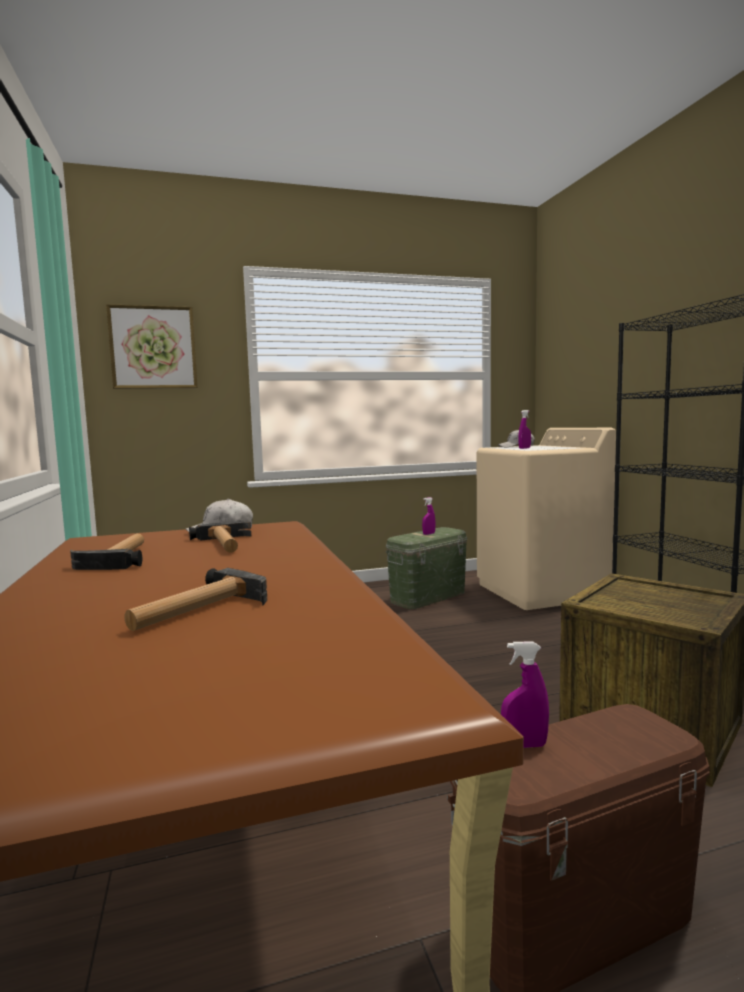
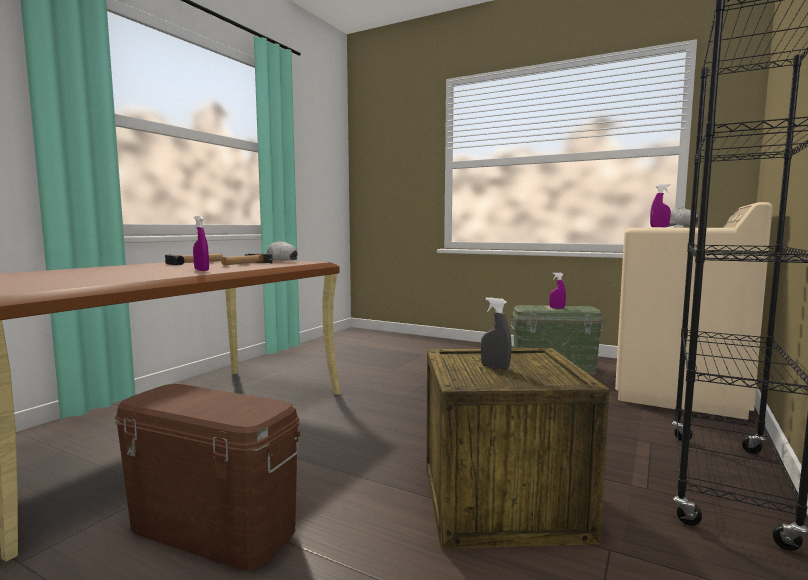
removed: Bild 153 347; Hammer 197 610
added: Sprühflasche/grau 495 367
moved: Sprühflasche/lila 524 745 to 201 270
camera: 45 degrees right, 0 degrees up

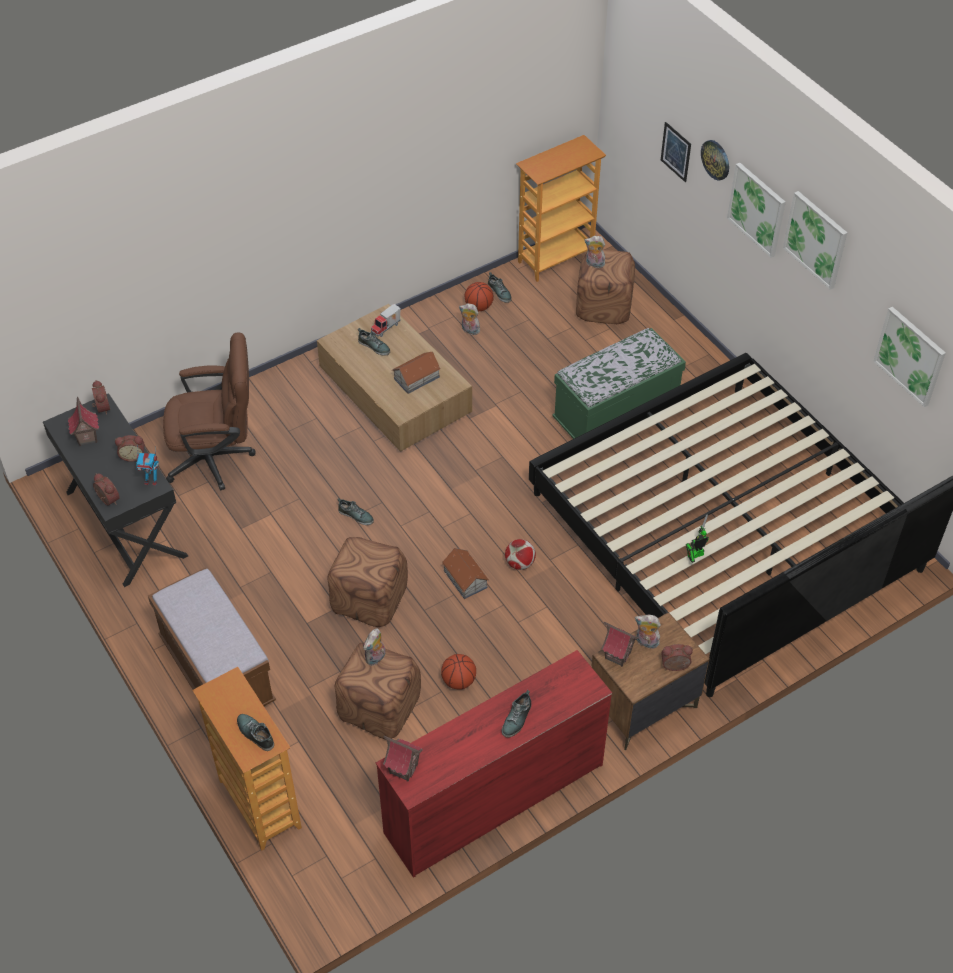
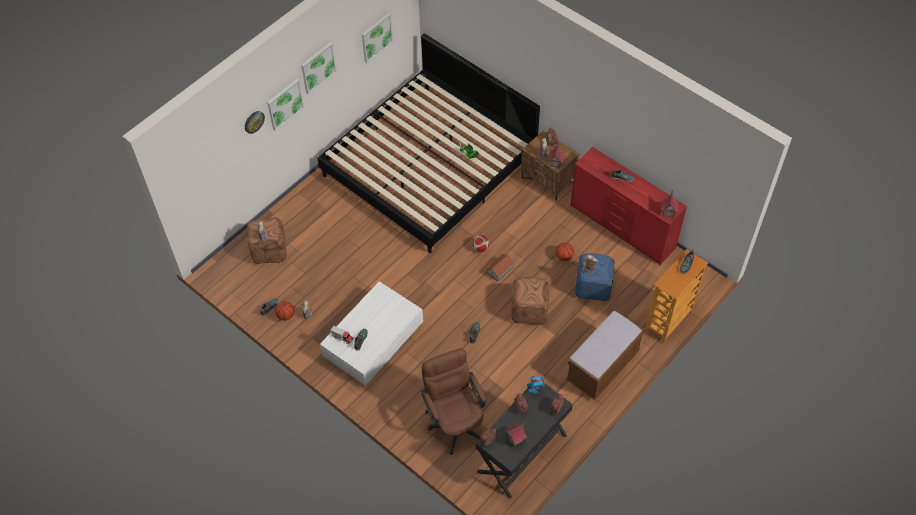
removed: Spielzeughaus 417 378; Bücherregal 555 258; Bank/grün 615 415; Bild 676 151
recoloured: Couchtisch/braun 395 394 to Couchtisch/weiß 373 340; Polsterhocker/braun 379 706 to Polsterhocker/blau 592 286
camera: 105 degrees left, 5 degrees up

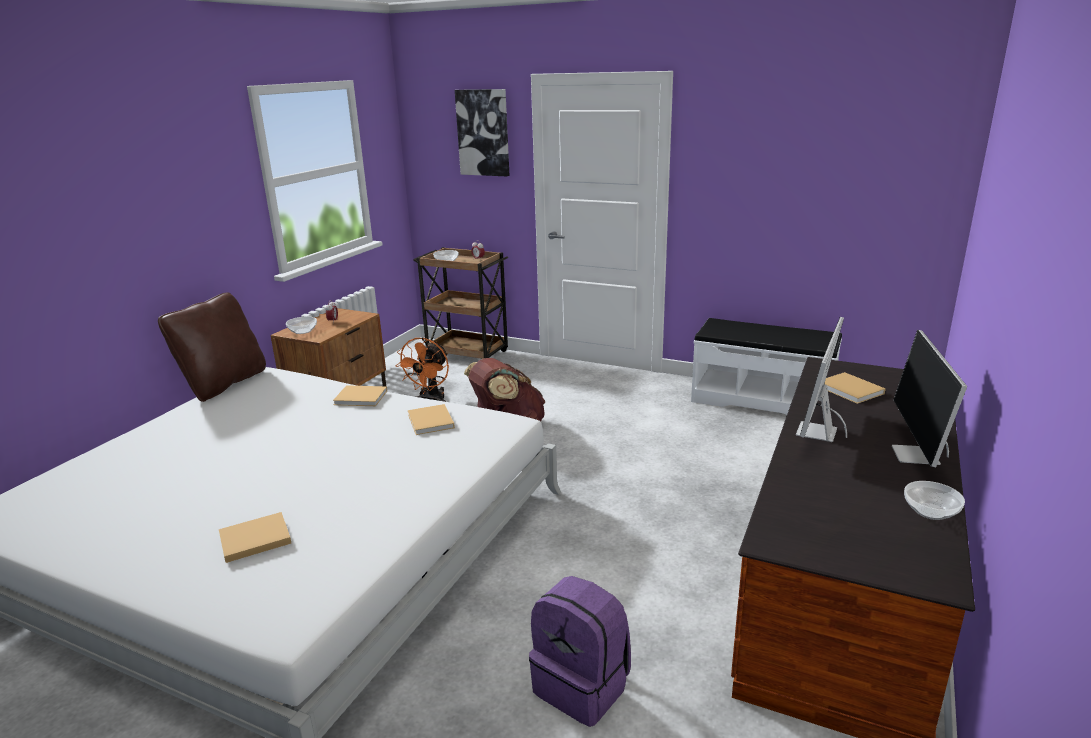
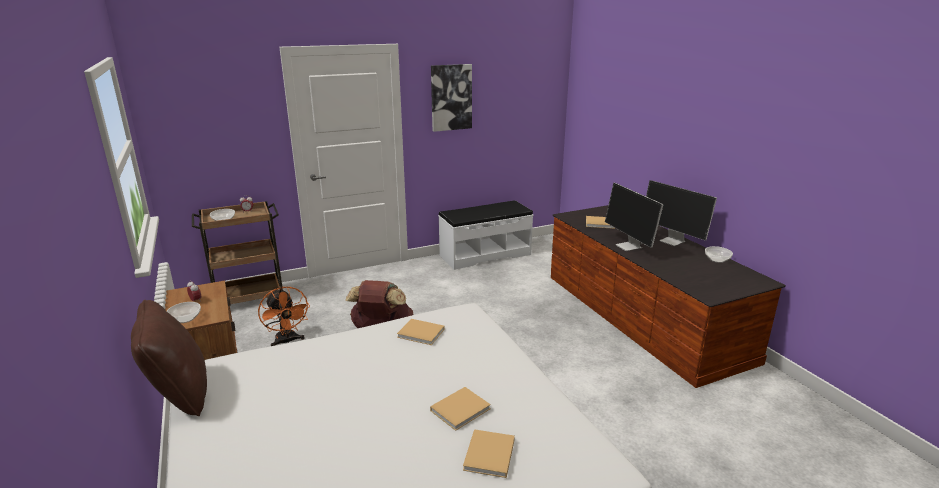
removed: Rucksack/lila 583 686
moved: Buch/beige 362 398 to 461 409; Bild 483 133 to 451 97
camera: 50 degrees left, 0 degrees up

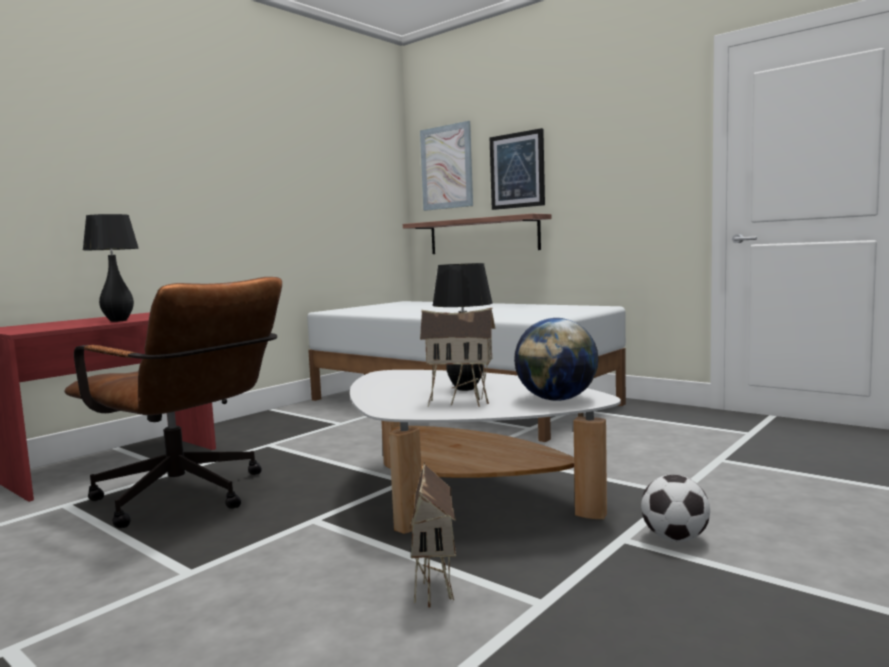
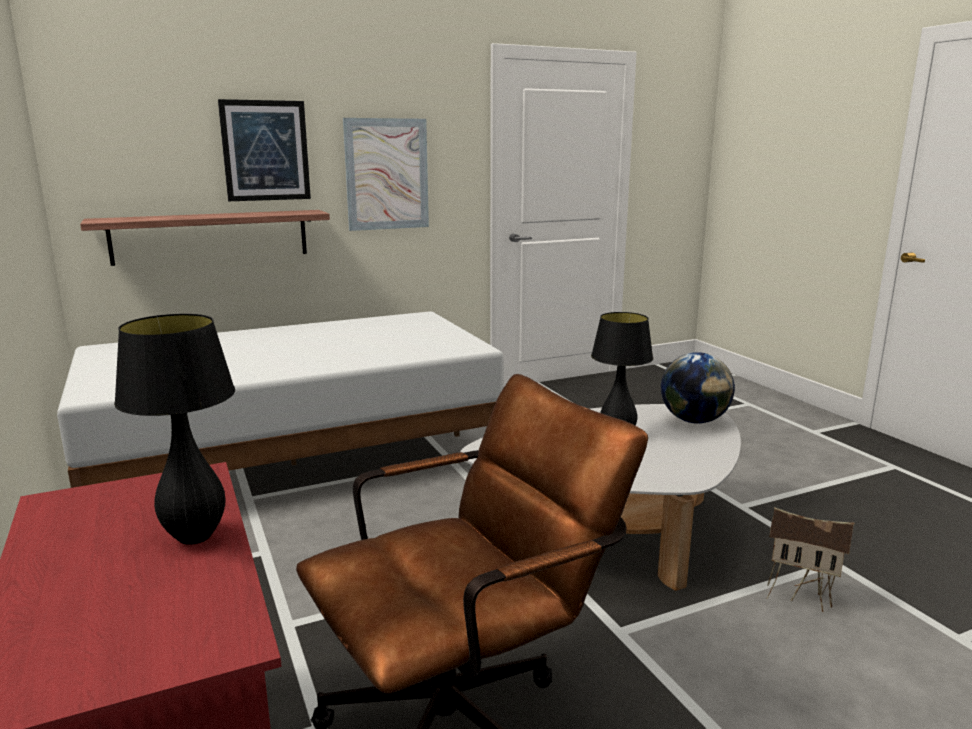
removed: Spielzeughaus 461 402; Fußball 674 538
moved: Bild 446 167 to 387 174
camera: 65 degrees left, 10 degrees up

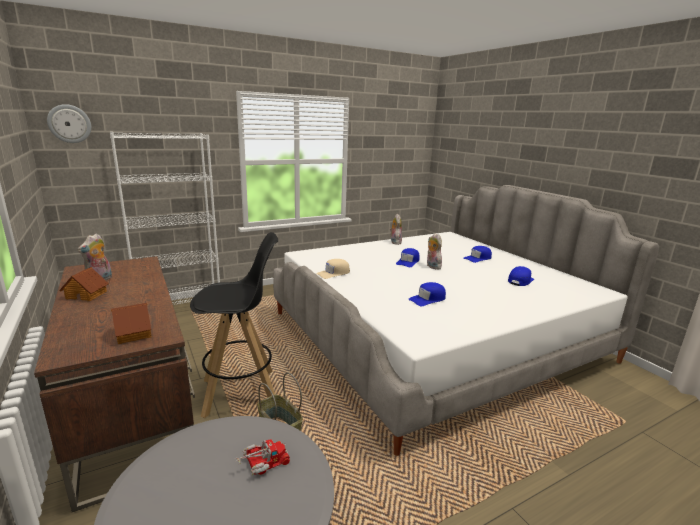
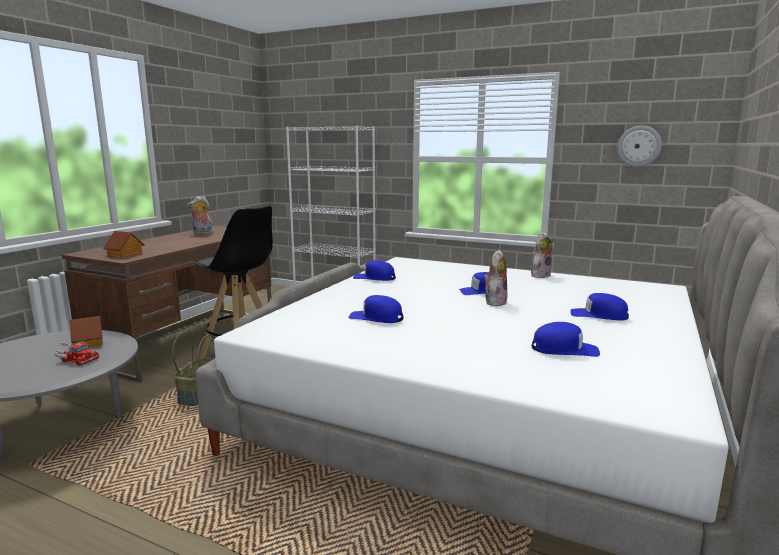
moved: Wanduhr 69 124 to 639 146; Spielzeughaus 87 295 to 89 342
recoloured: Kappe/beige 333 273 to Kappe/blau 374 278
camera: 55 degrees right, 5 degrees down

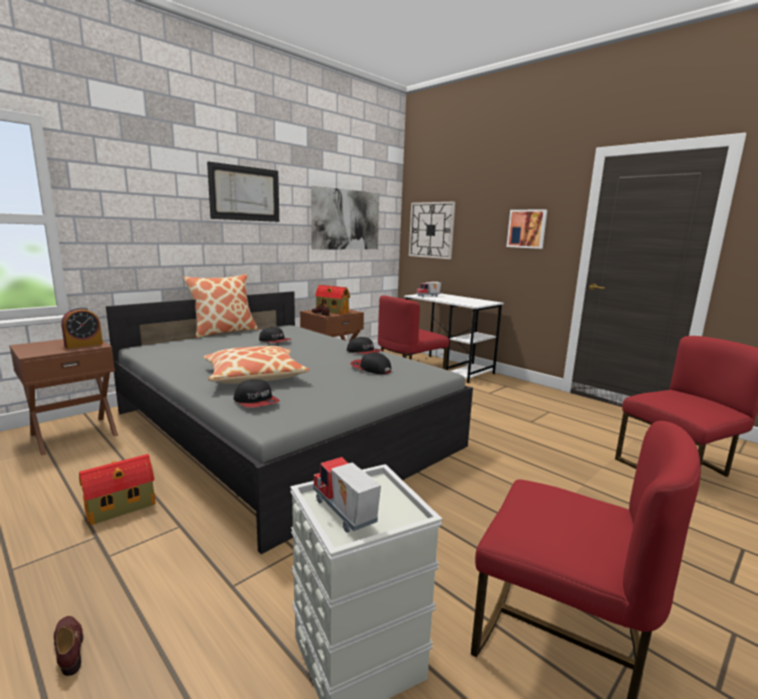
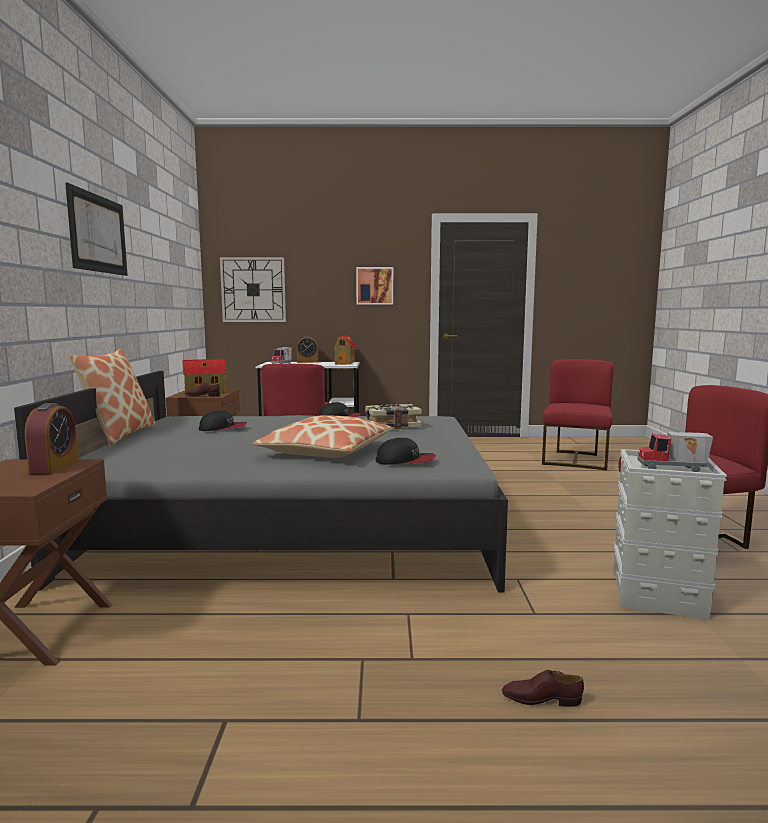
removed: Bild 346 219
added: Wecker 307 362
moved: Spielzeughaus 123 507 to 345 363
replaced: Kappe 370 368 to Buch 392 425
camera: 45 degrees left, 5 degrees down

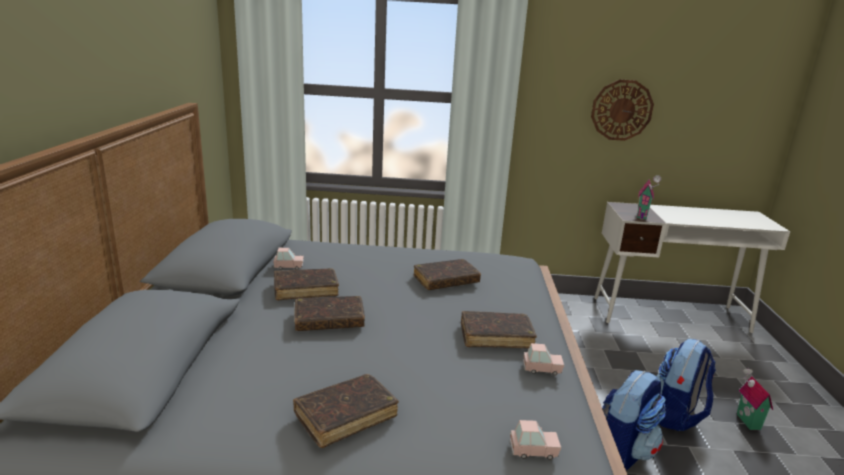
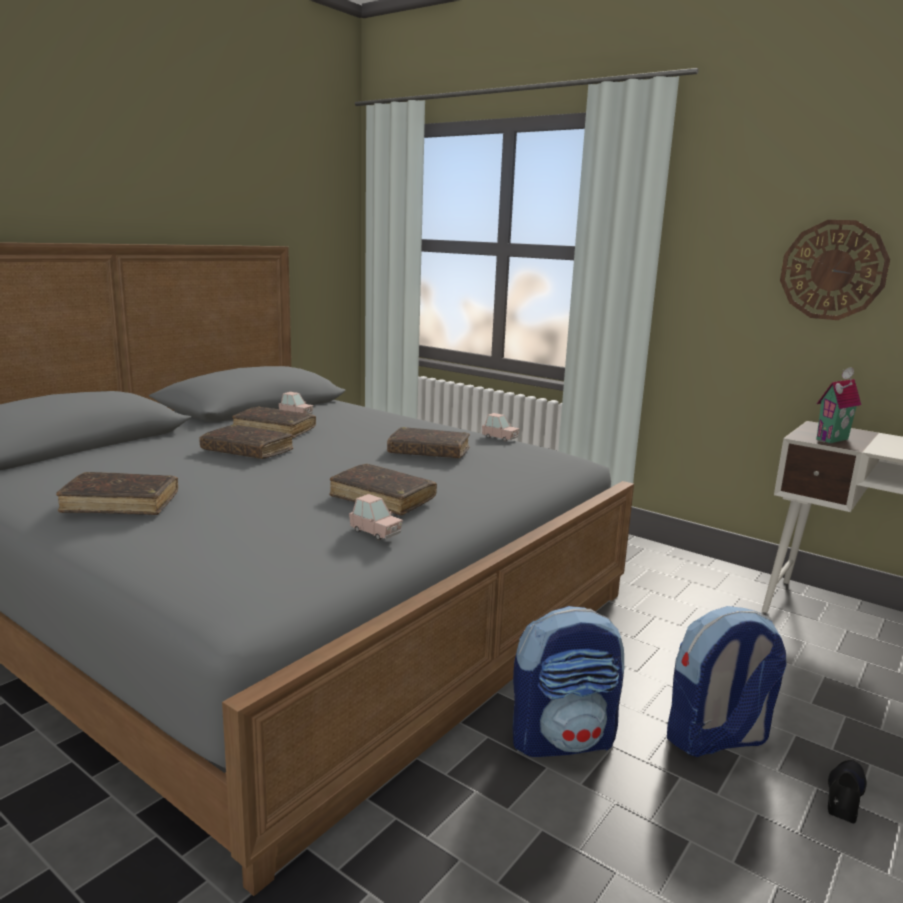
moved: Spielzeugauto/rosa 533 451 to 500 437
replaced: Spielzeughaus 746 421 to Schuh/schwarz 844 796
camera: 35 degrees right, 5 degrees down

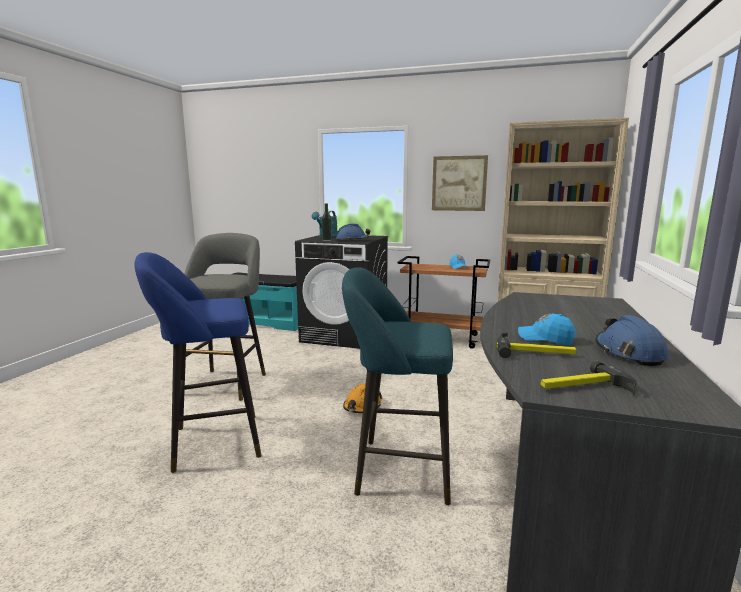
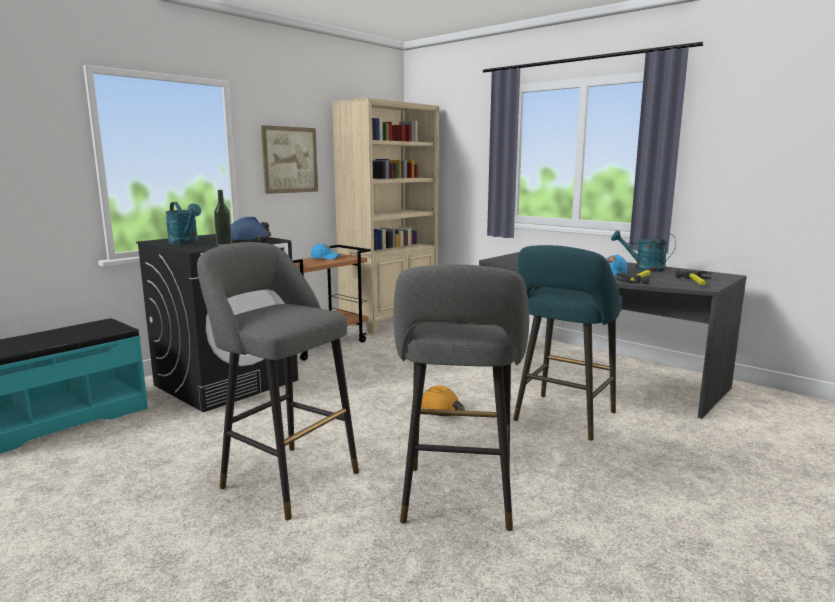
replaced: Schutzhelm/blau 628 352 to Gießkanne/türkis 643 269
recoloured: Hocker/blau 210 442 to Hocker/grau 457 501
camera: 65 degrees left, 0 degrees up

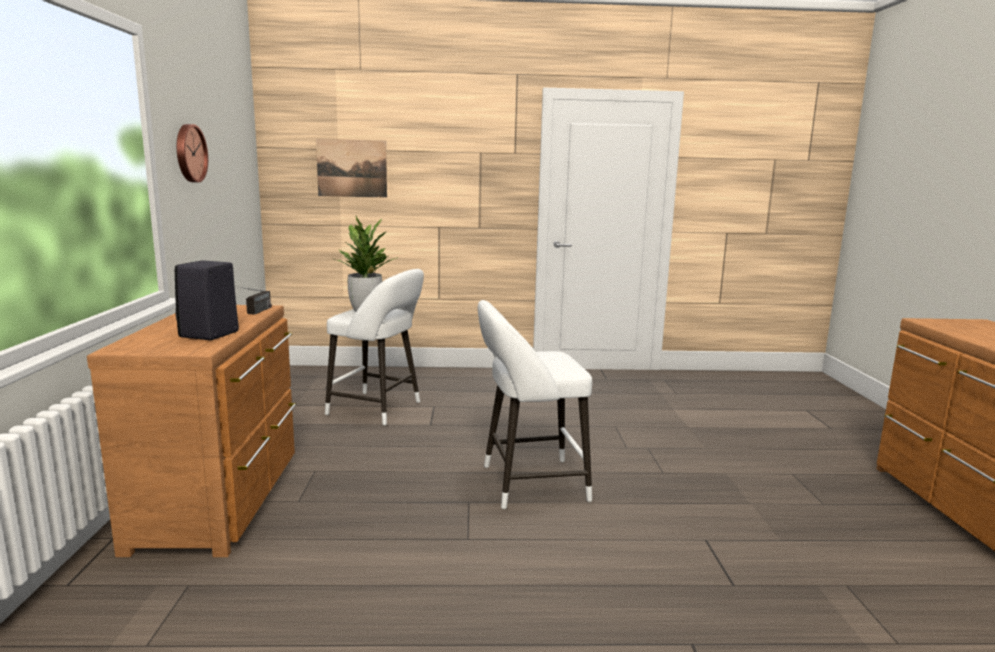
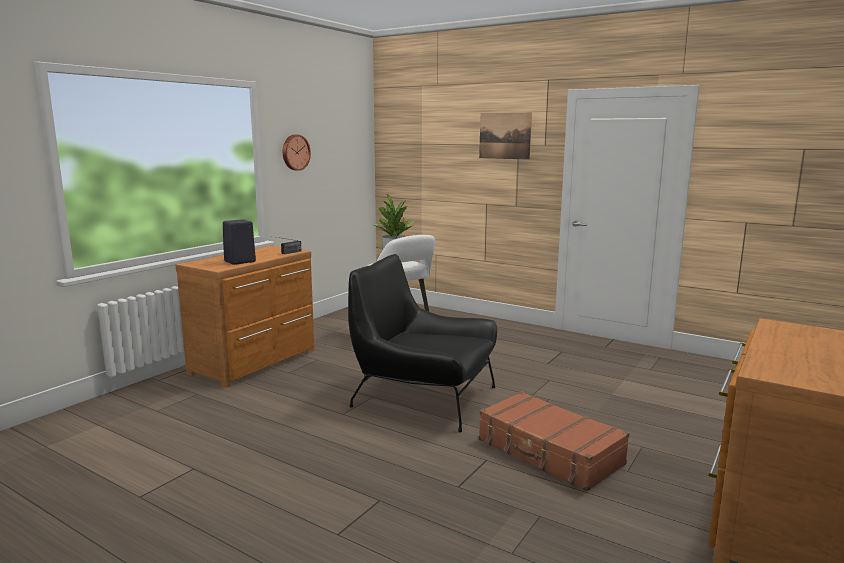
added: Koffer/braun 549 453
moved: Bild 352 168 to 505 136
replaced: Hocker/weiß 527 484 to Sessel/schwarz 423 397
camera: 35 degrees right, 0 degrees up

